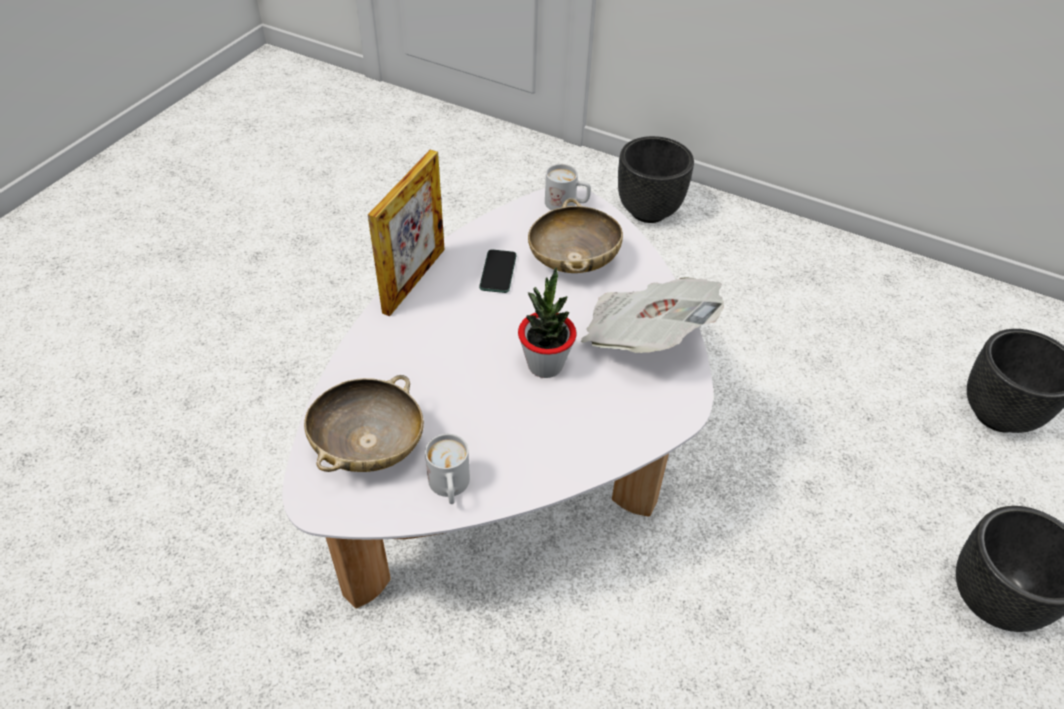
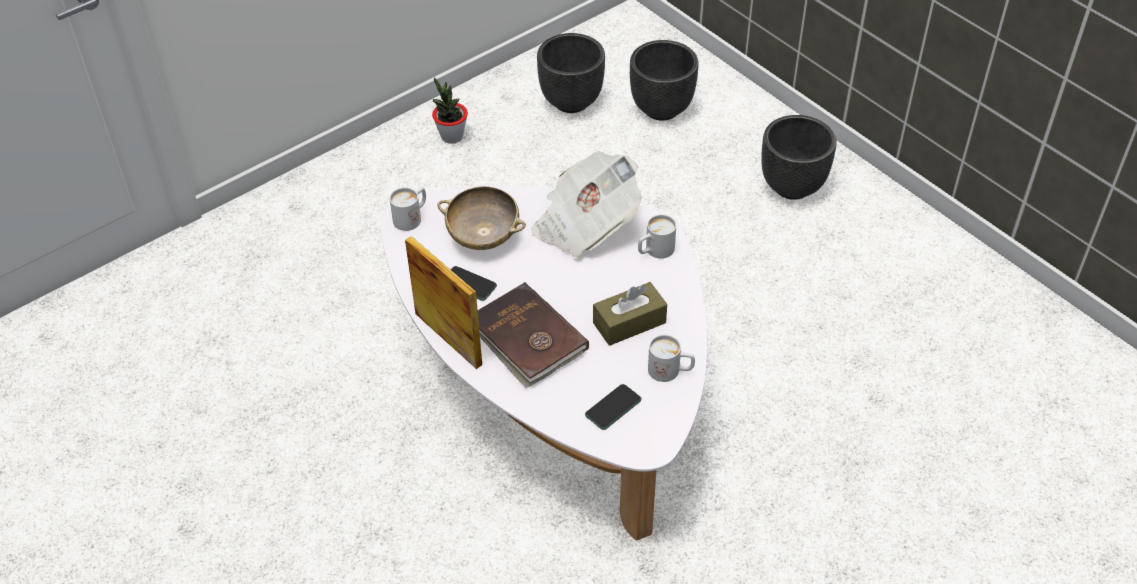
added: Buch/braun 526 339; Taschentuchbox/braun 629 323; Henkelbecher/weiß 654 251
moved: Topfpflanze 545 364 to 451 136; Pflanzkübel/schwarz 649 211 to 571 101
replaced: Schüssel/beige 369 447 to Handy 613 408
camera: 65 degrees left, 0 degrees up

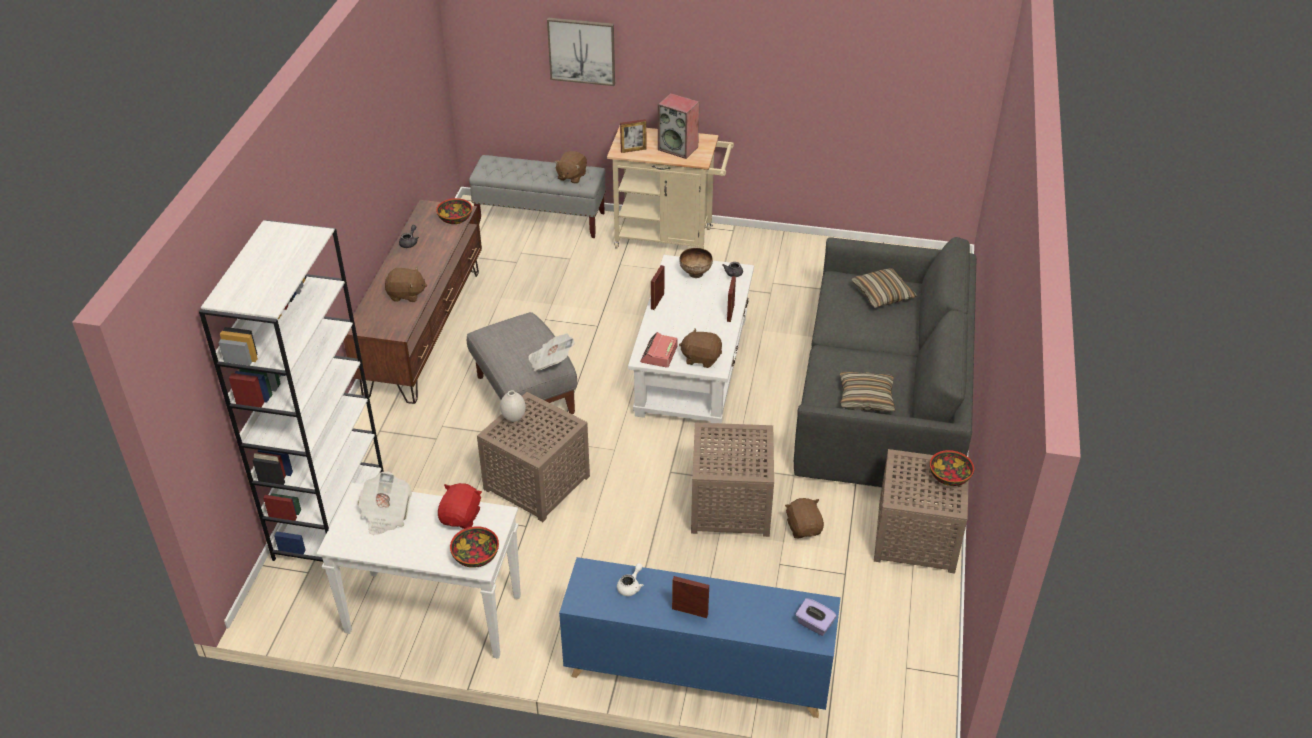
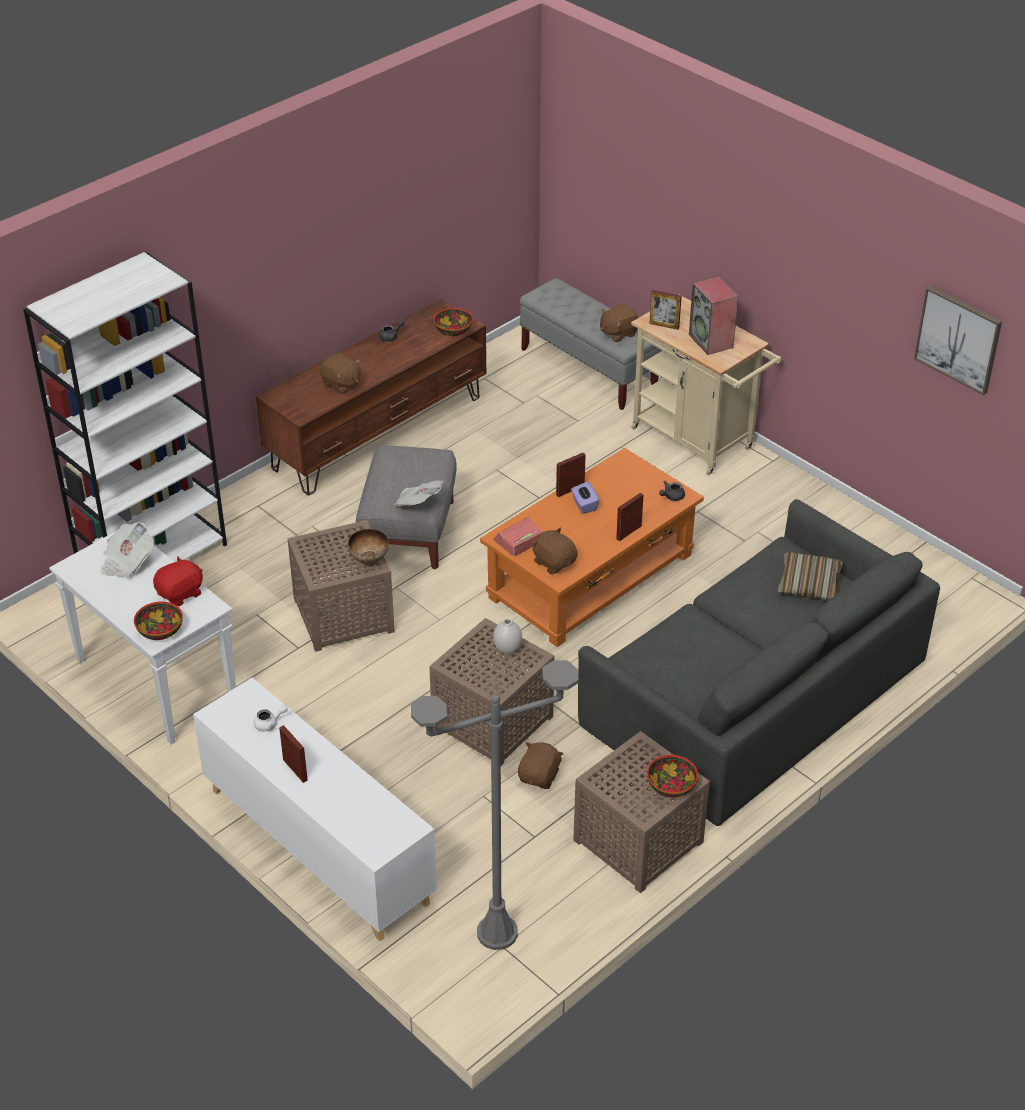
removed: Kissen 866 398
added: Stehlampe/grau 497 933
moved: Vase/weiß 513 418 to 507 649; Bild 582 51 to 958 339; Schüssel 695 273 to 369 559; Taschentuchbox/lila 814 624 to 584 505
recoloured: Schrank/blau 697 672 to Schrank/weiß 317 845; Couchtisch/weiß 691 366 to Couchtisch/orange 590 576
camera: 35 degrees right, 0 degrees up

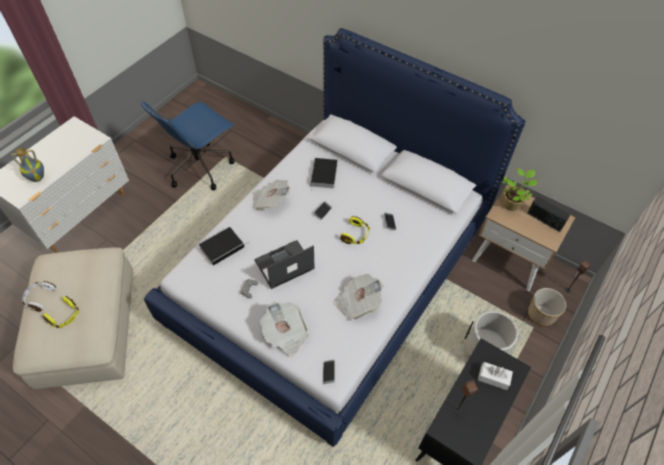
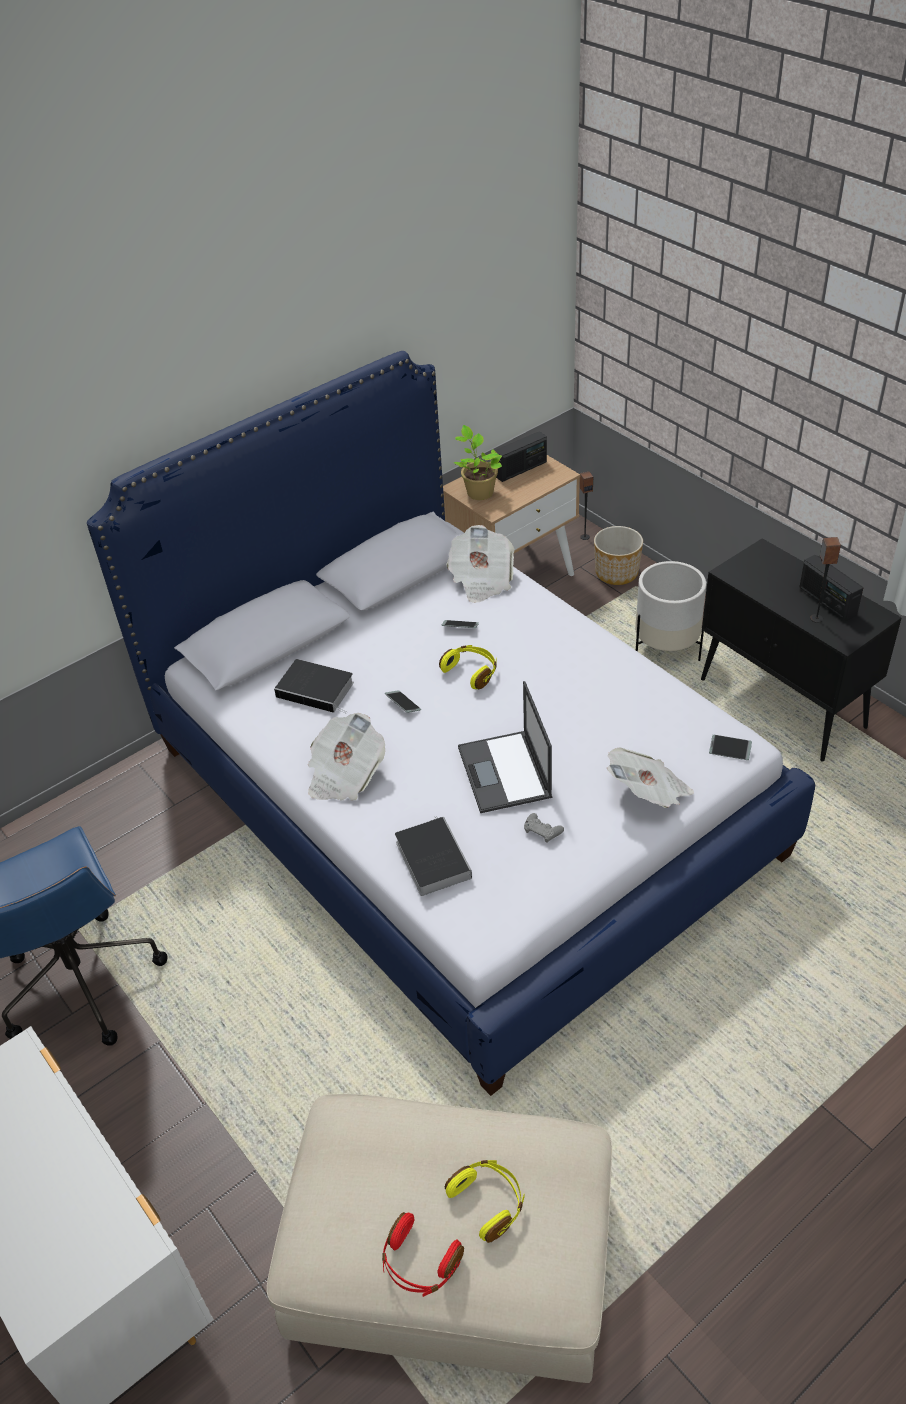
removed: Vase 37 177; Taschentuchbox/weiß 493 378
added: Radio 827 601
moved: Zeitung 357 303 to 481 580
recoloured: Kopfhörer/weiß 39 298 to Kopfhörer/rot 419 1263
camera: 70 degrees left, 10 degrees down

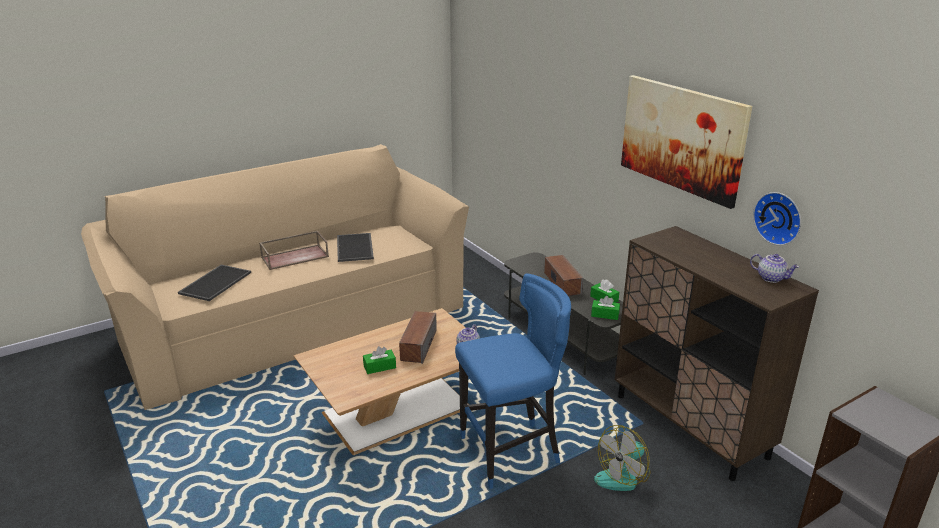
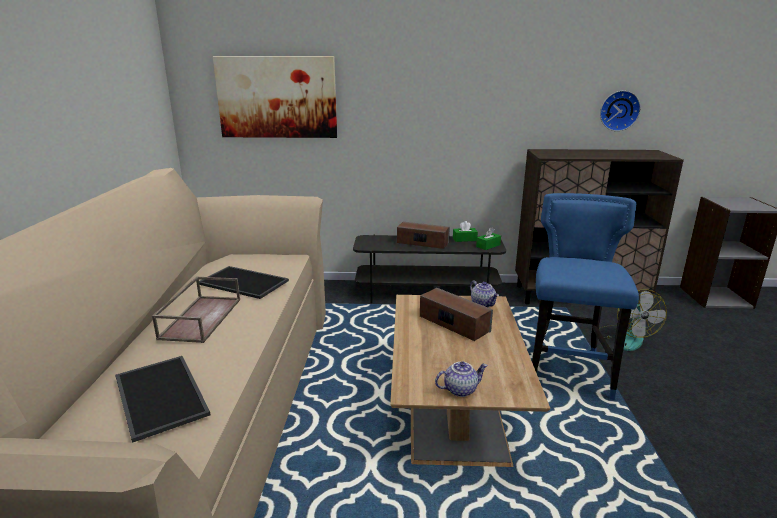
removed: Taschentuchbox/grün 379 367
moved: Bild 681 138 to 277 97; Teekanne 771 278 to 460 389
camera: 55 degrees left, 5 degrees down

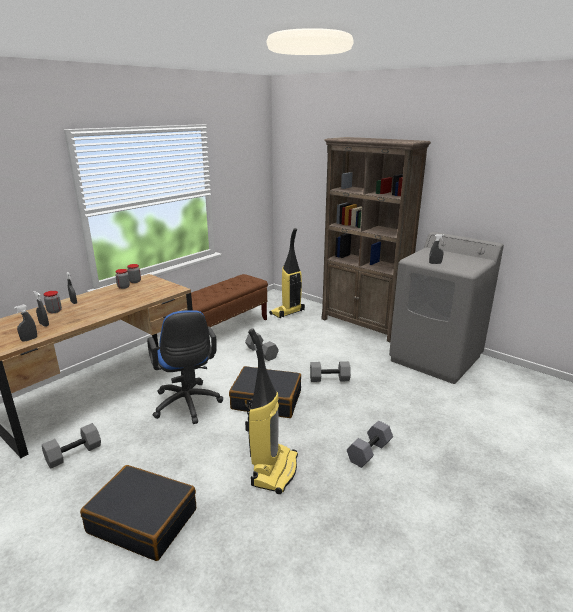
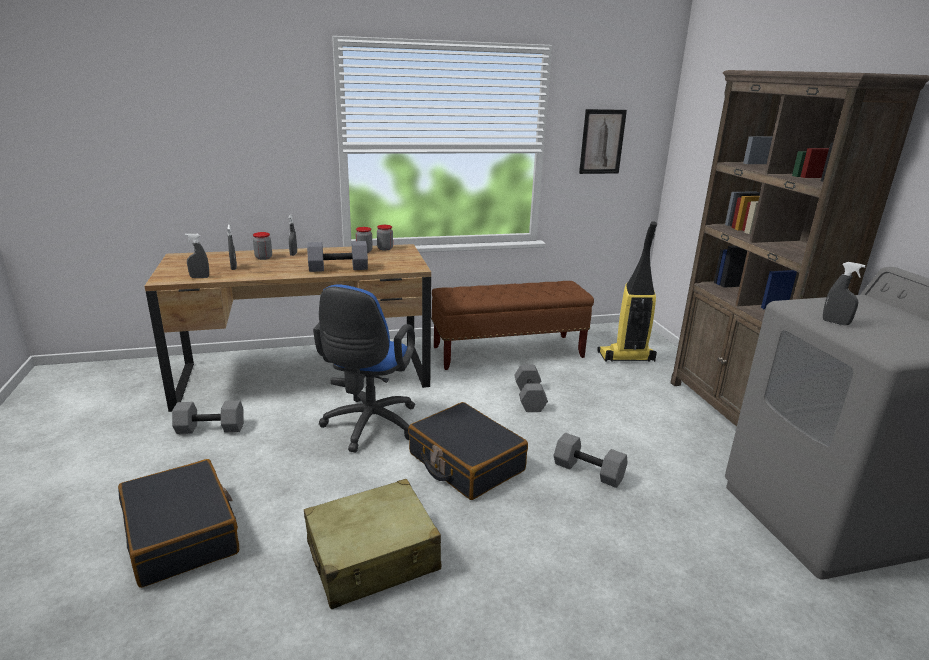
added: Bild 602 142
moved: Hantel/grau 369 451 to 339 268
replaced: Staubsauger 274 470 to Koffer/beige 373 557
camera: 35 degrees right, 0 degrees up

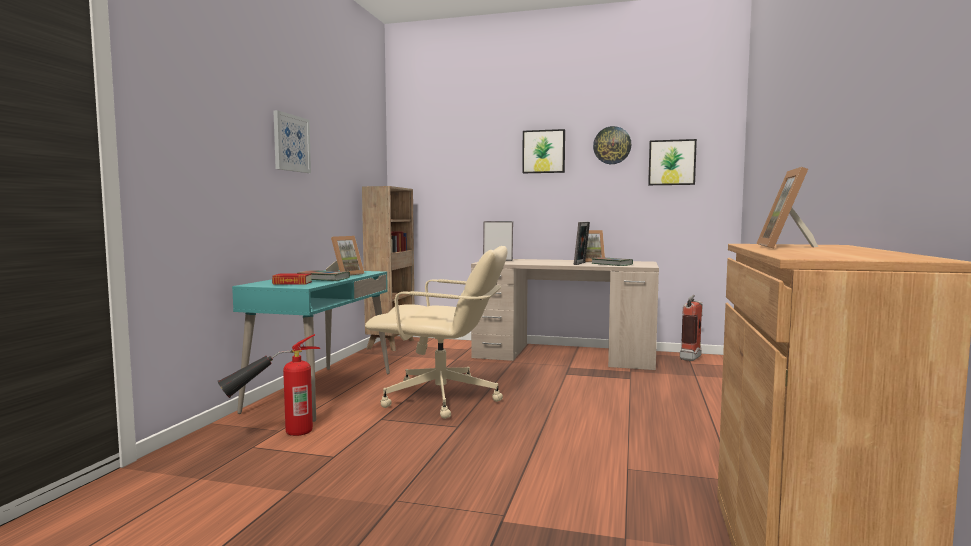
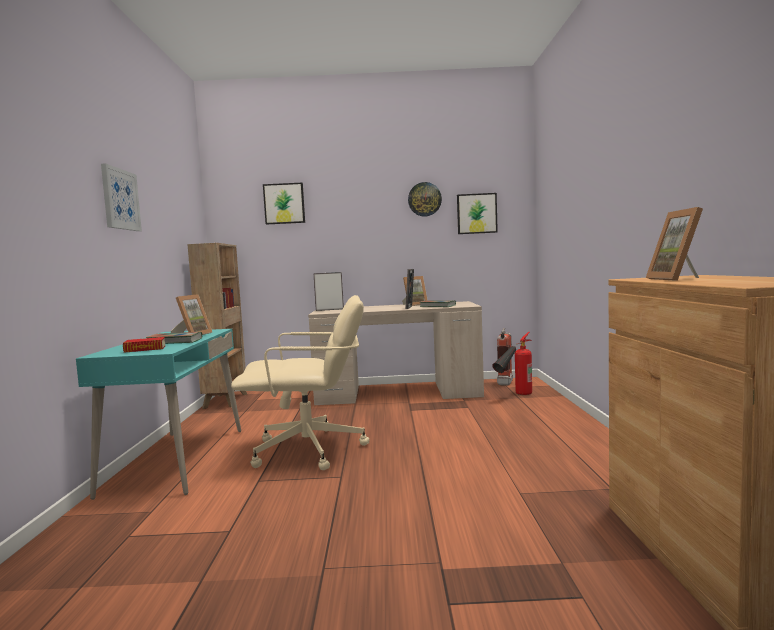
moved: Feuerlöscher 273 435 to 515 396; Bild 544 151 to 284 203
camera: 15 degrees left, 0 degrees up

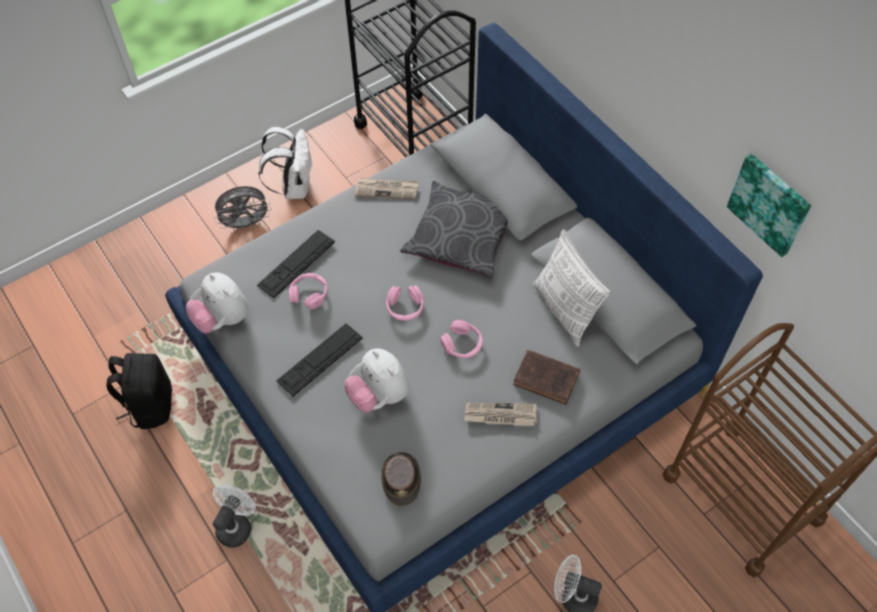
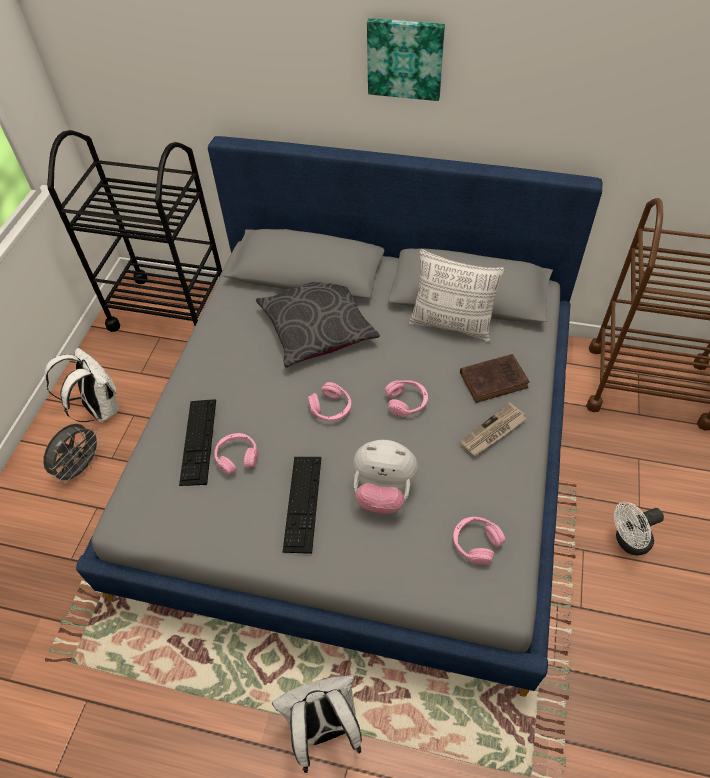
removed: Rucksack/schwarz 150 405; Plüschtier 222 318; Zeitung 387 190
moved: Bild 770 204 to 405 58
replaced: Ventilator/weiß 236 525 to Rucksack/weiß 324 728; Hut/braun 401 479 to Kopfhörer/rosa 476 543
camera: 40 degrees left, 5 degrees down

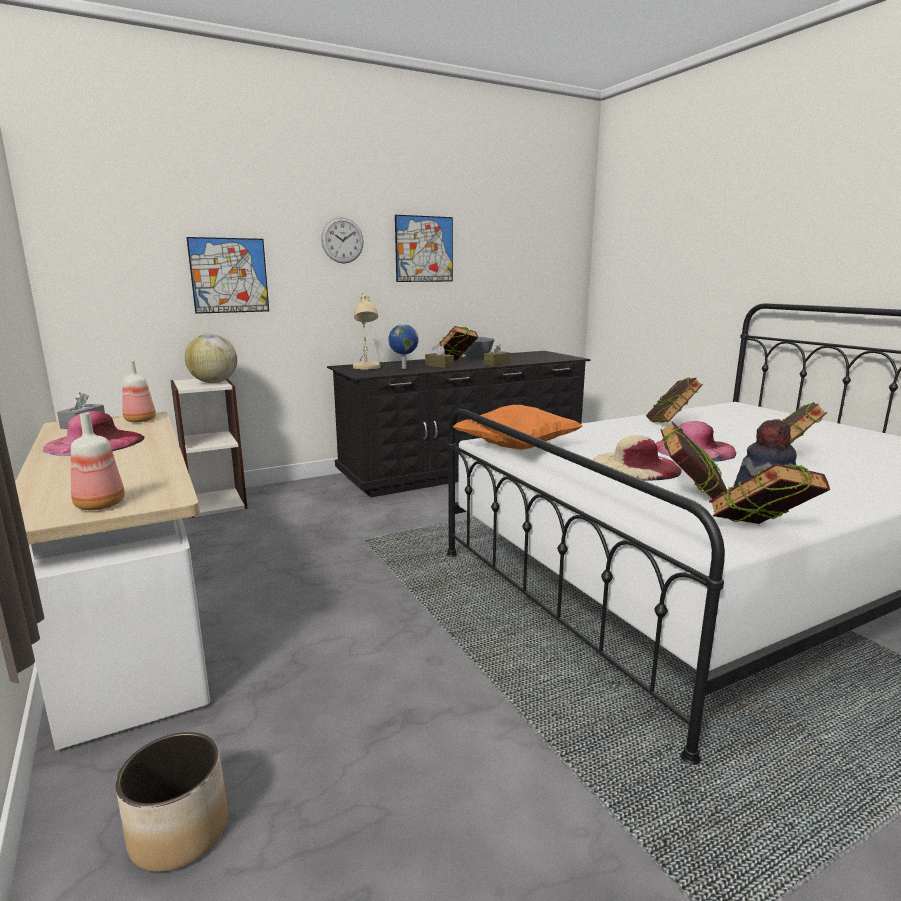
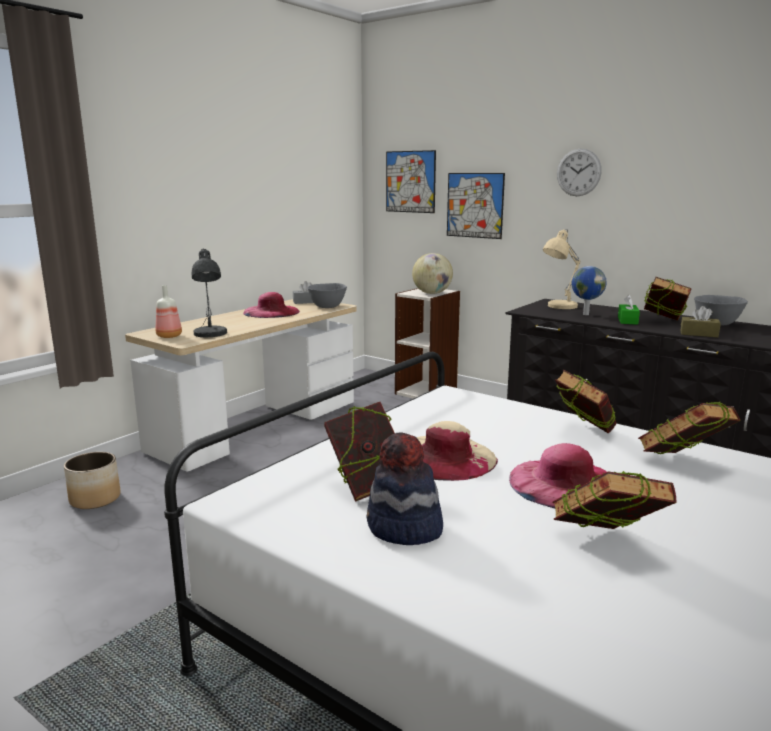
removed: Kissen/orange 516 447
added: Tischlampe/grau 210 334
moved: Bild 424 249 to 410 181; Buch 760 535 to 583 433
replaced: Flasche 140 420 to Schüssel/grau 327 306
recoloured: Taschentuchbox/braun 439 366 to Taschentuchbox/grün 627 320
camera: 65 degrees right, 0 degrees up

